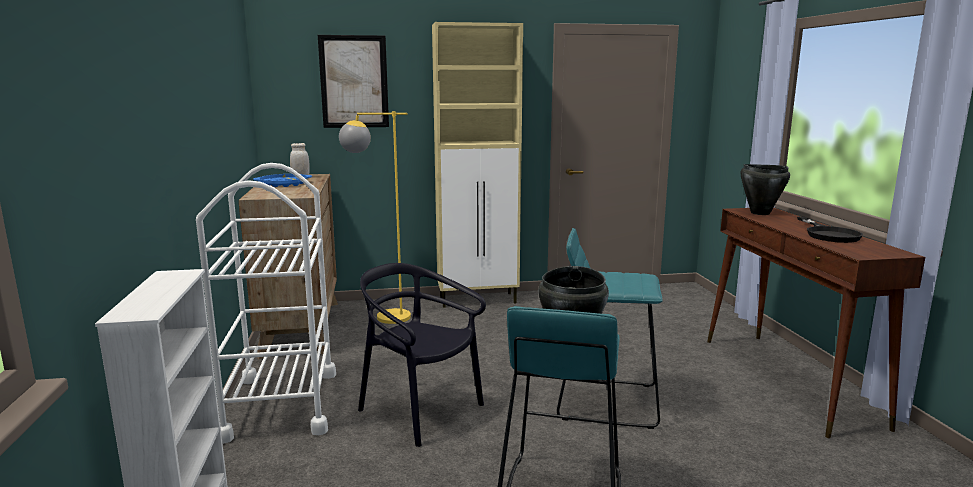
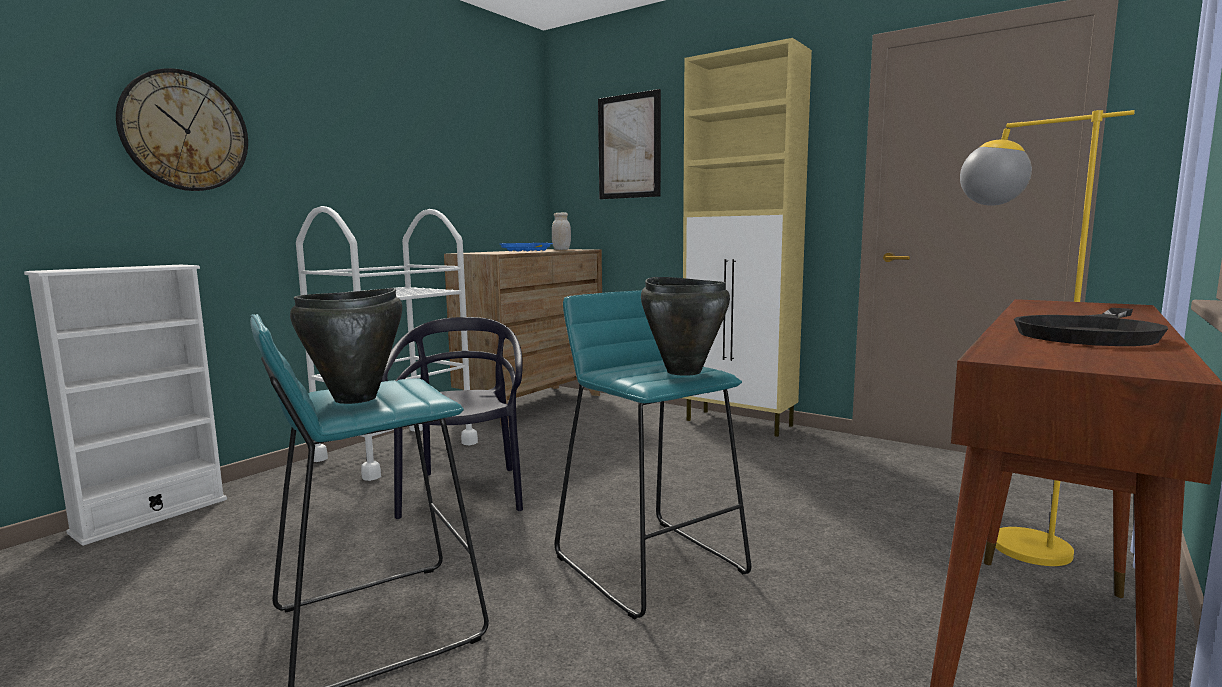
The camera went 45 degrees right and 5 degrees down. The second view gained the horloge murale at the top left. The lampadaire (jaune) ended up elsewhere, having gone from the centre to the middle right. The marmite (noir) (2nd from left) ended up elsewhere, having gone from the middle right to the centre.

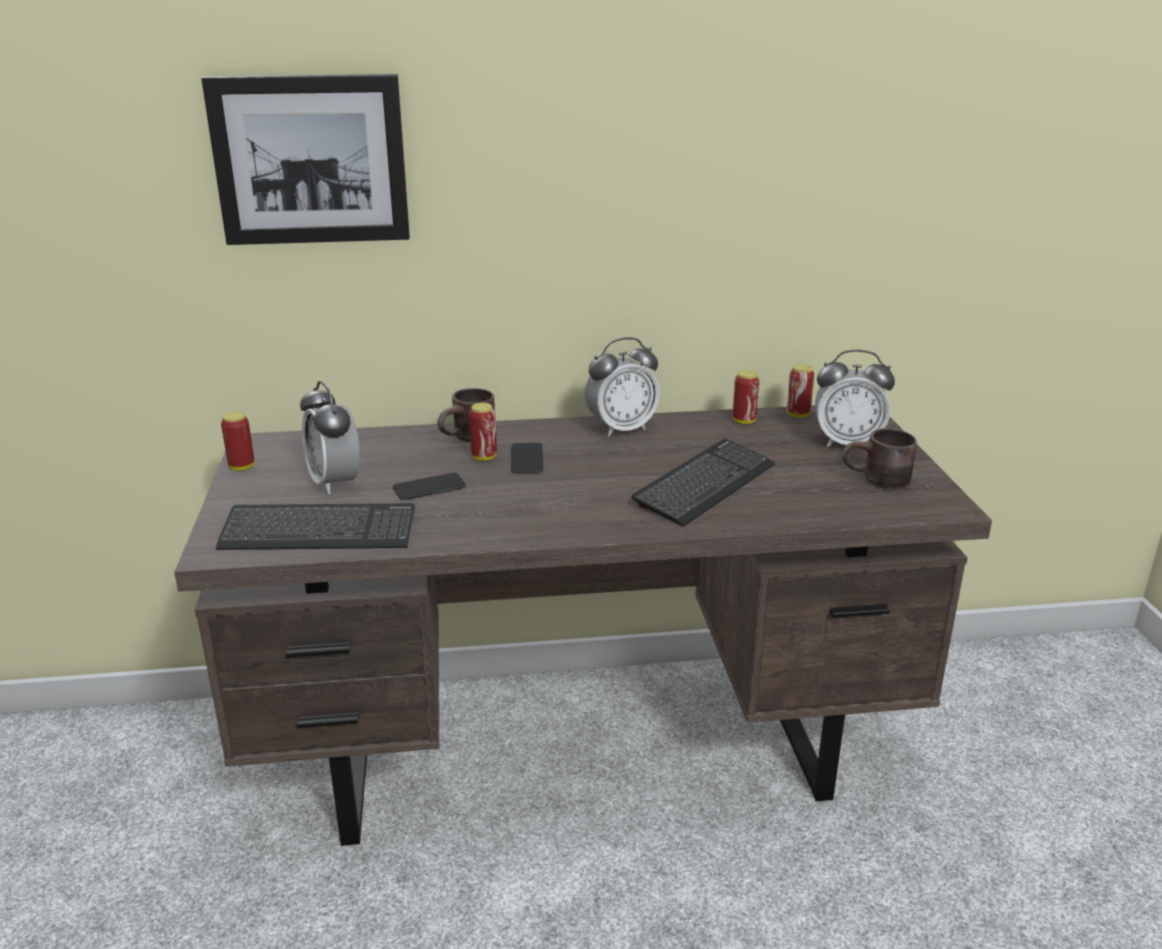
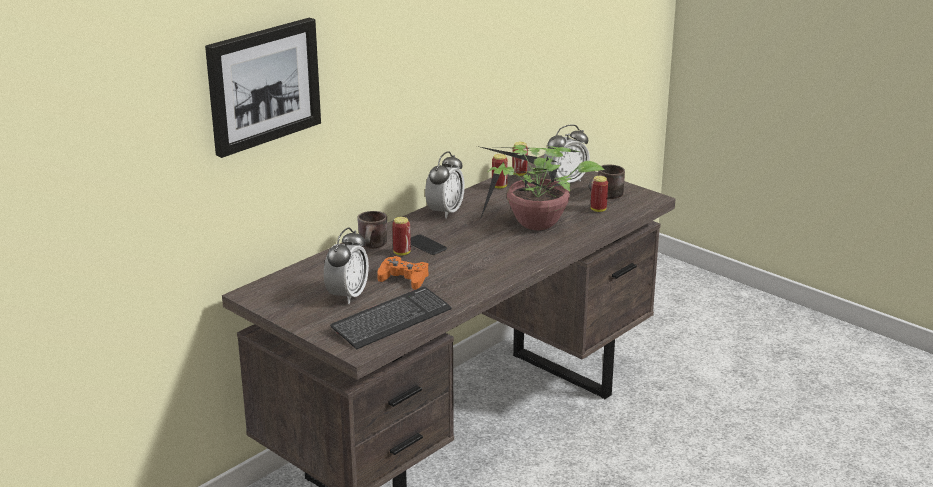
The camera went 40 degrees left and 0 degrees up. The boîte métallique (1st from left in the first image) ended up elsewhere, having gone from the middle left to the centre. Where the téléphone (1st from left) stood at the centre, the manette (orange) came to stand at the centre. Where the clavier (2nd from left) stood at the centre, the plante en pot came to stand at the centre. The réveil (1st from left) at the middle left ended up facing another way, 90 degrees counterclockwise from before.

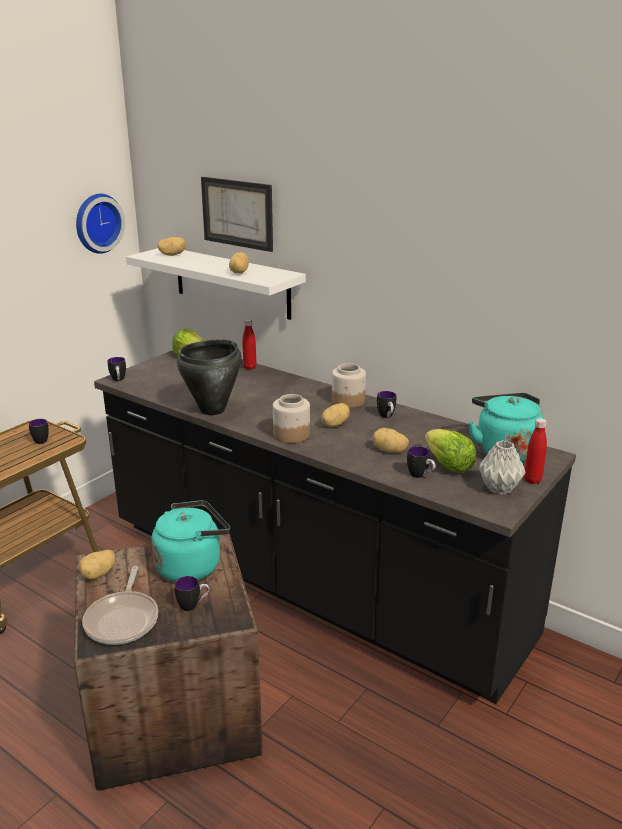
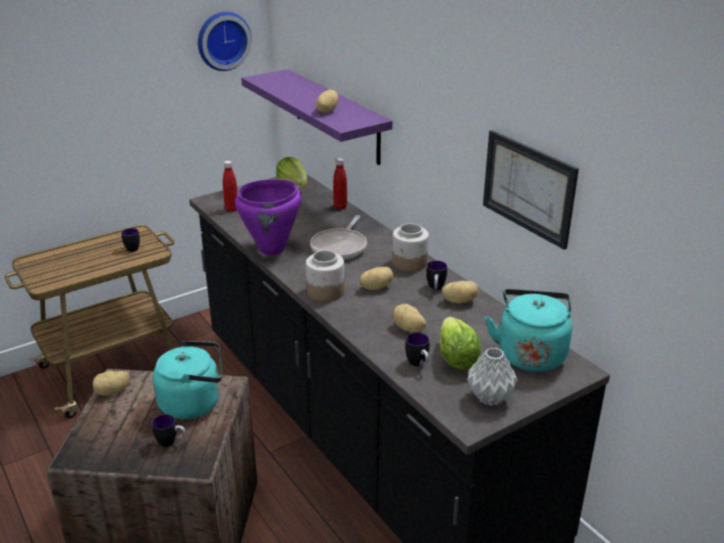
The camera went 20 degrees right and 5 degrees up. The second view lost the mug (2nd from left) at the middle left. The poêle ended up elsewhere, having gone from the bottom left to the centre. The pomme de terre (2nd from left in the first image) ended up elsewhere, having gone from the top left to the centre. The tableau ended up elsewhere, having gone from the top centre to the middle right. The bouteille (rouge) (2nd from left in the first image) ended up elsewhere, having gone from the middle right to the middle left. What was the étagère (blanc) at the centre turned into the étagère (violet) at the top centre. What was the marmite (noir) at the centre turned into the marmite (violet) at the centre.

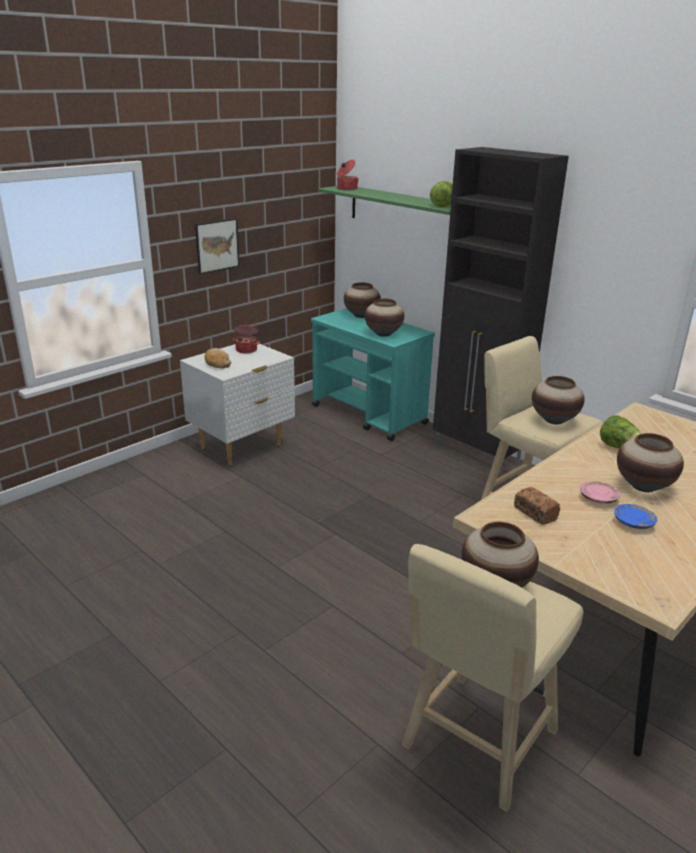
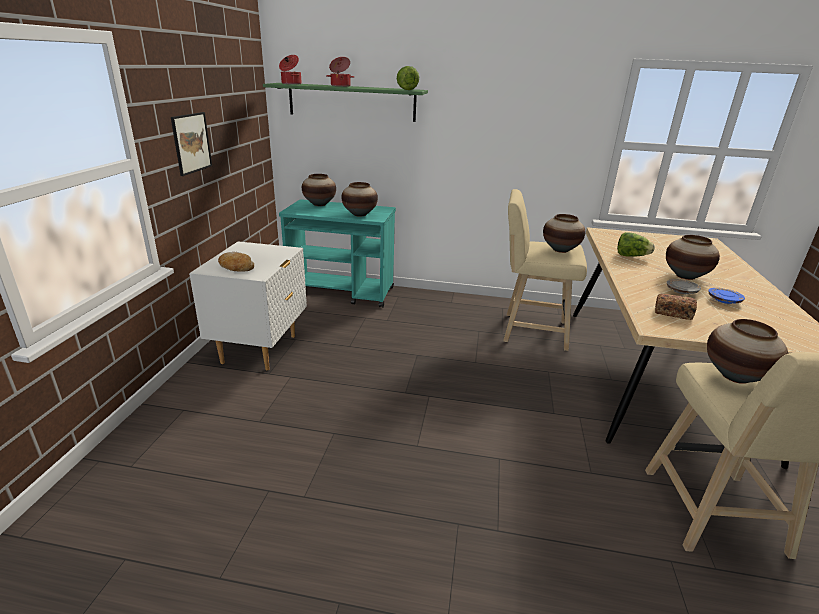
The camera went 35 degrees left and 0 degrees up. The second view lost the meuble de rangement (noir) at the middle right. The marmite (1st from left in the first image) ended up elsewhere, having gone from the centre to the top centre. What was the assiette (rose) at the middle right turned into the assiette (gris) at the middle right.

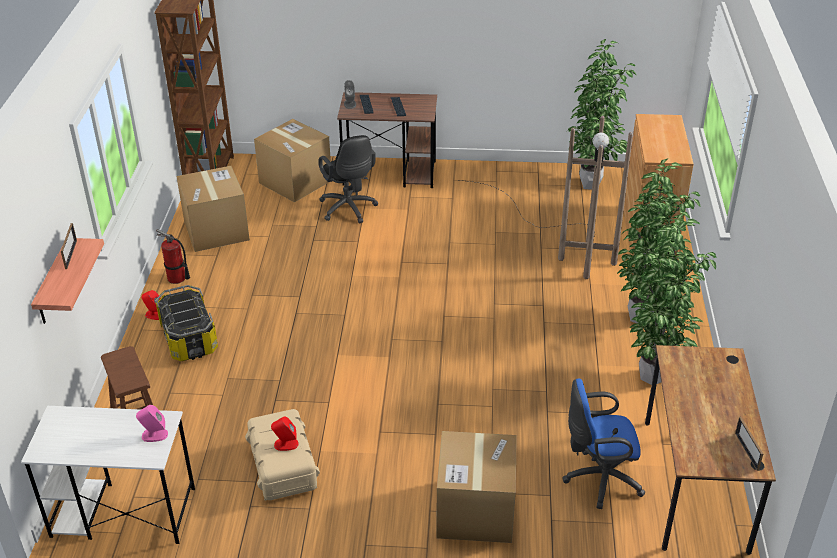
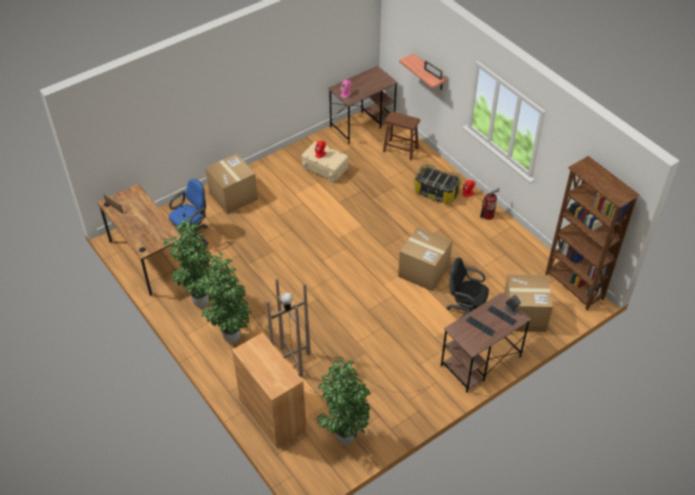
The camera went 140 degrees right and 10 degrees up. The carton (1st from left in the first image) ended up elsewhere, having gone from the middle left to the centre. What was the bureau (blanc) at the bottom left turned into the bureau (marron) (2nd from left) at the top centre.

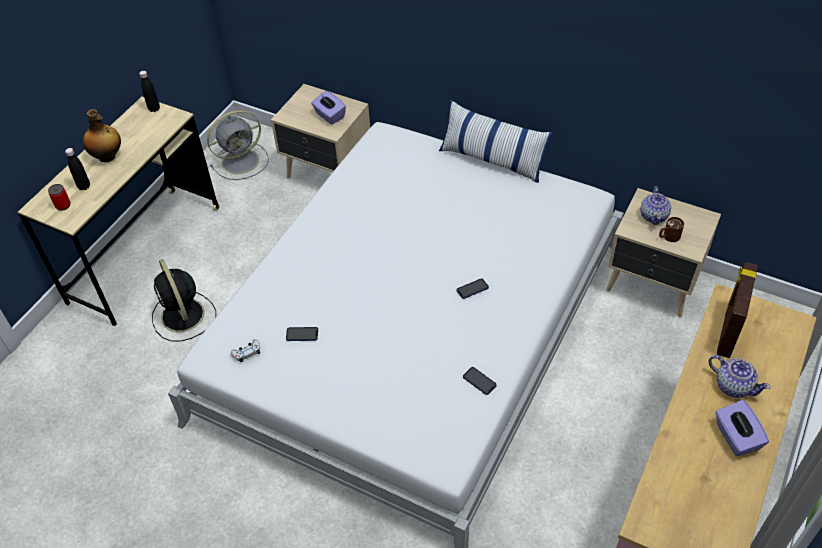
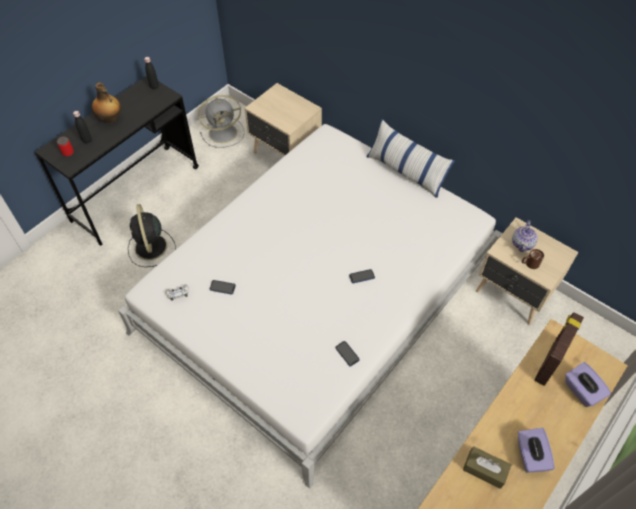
The camera went 10 degrees right and 5 degrees up. The second view lost the théière (2nd from left) at the bottom right. The second view gained the boîte à mouchoirs (marron) at the bottom right. The boîte à mouchoirs (violet) (1st from left in the first image) ended up elsewhere, having gone from the top centre to the bottom right. What was the bureau (beige) at the middle left turned into the bureau (noir) at the top left.

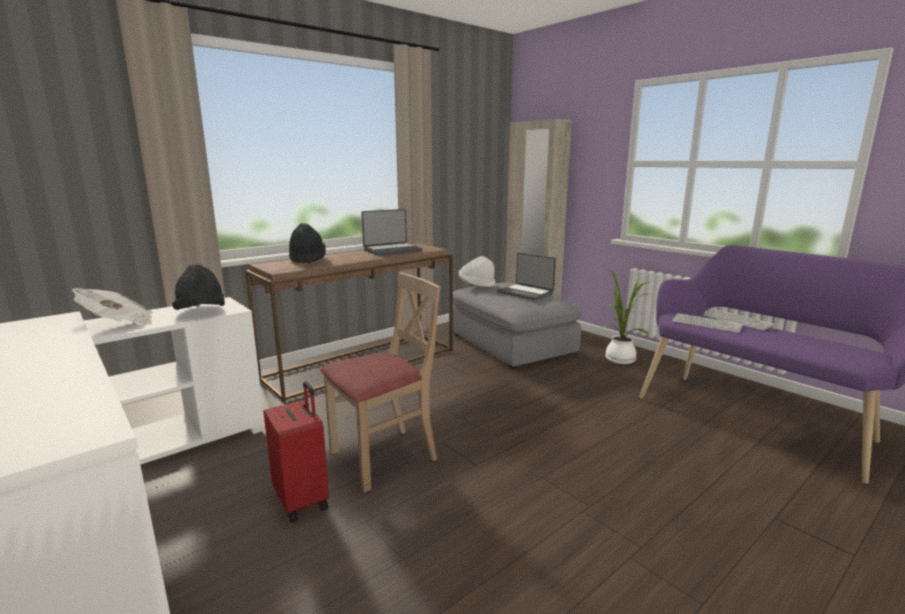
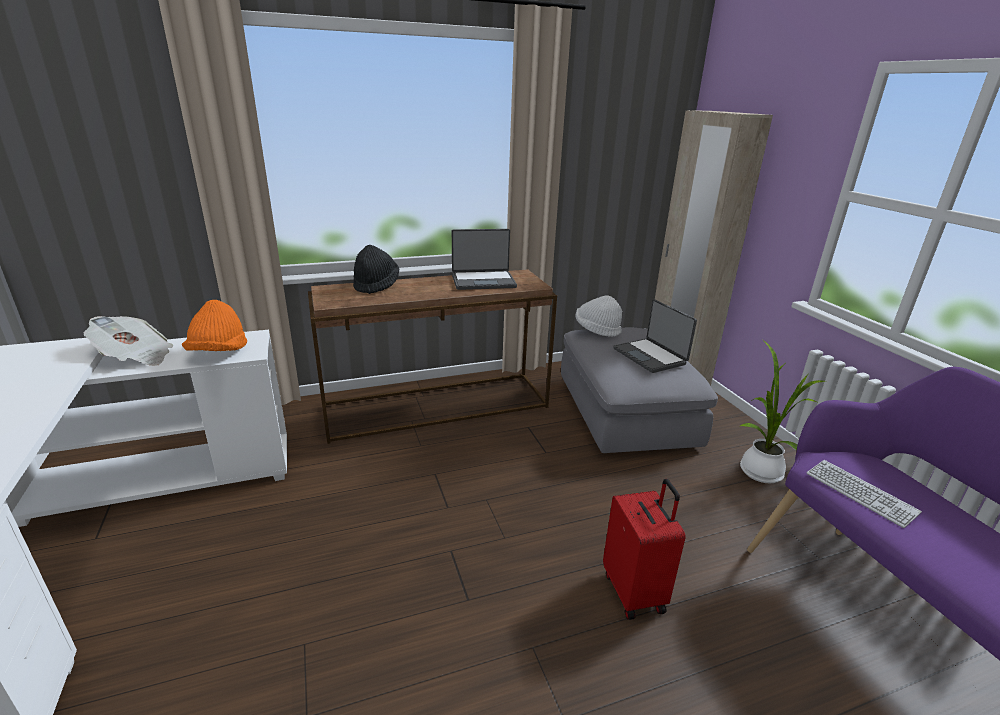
The camera went 20 degrees right and 10 degrees up. The second view lost the chaise (beige) at the centre. The second view lost the clavier (2nd from left) at the middle right. The valise (rouge) ended up elsewhere, having gone from the bottom left to the bottom centre. What was the chapeau (noir) (1st from left) at the middle left turned into the chapeau (orange) at the middle left.

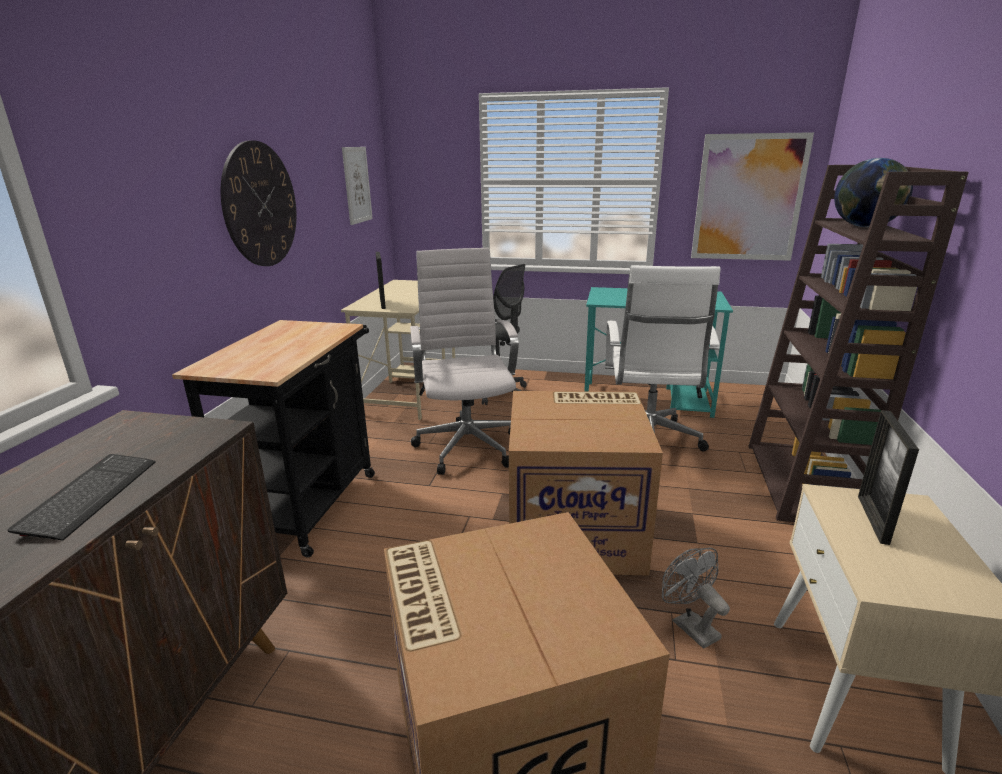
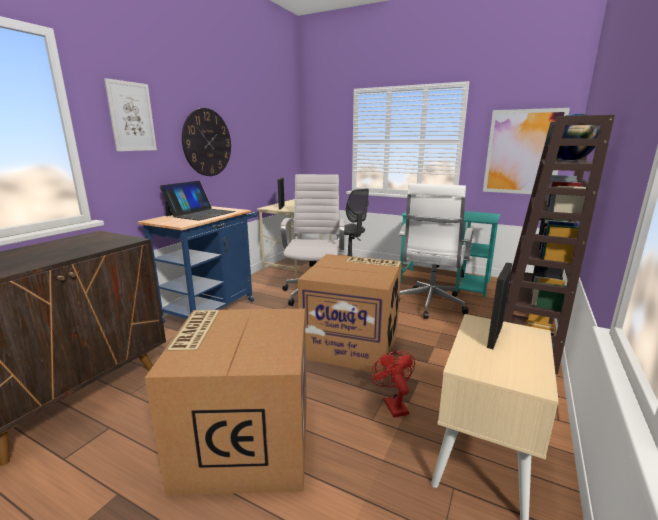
The camera went 15 degrees right and 5 degrees down. The second view lost the clavier at the middle left. The second view gained the ordinateur portable at the middle left. The tableau (1st from left) ended up elsewhere, having gone from the top centre to the top left. What was the chariot (noir) at the middle left turned into the chariot (bleu) at the middle left. What was the ventilateur (gris) at the bottom right turned into the ventilateur (rouge) at the bottom centre.

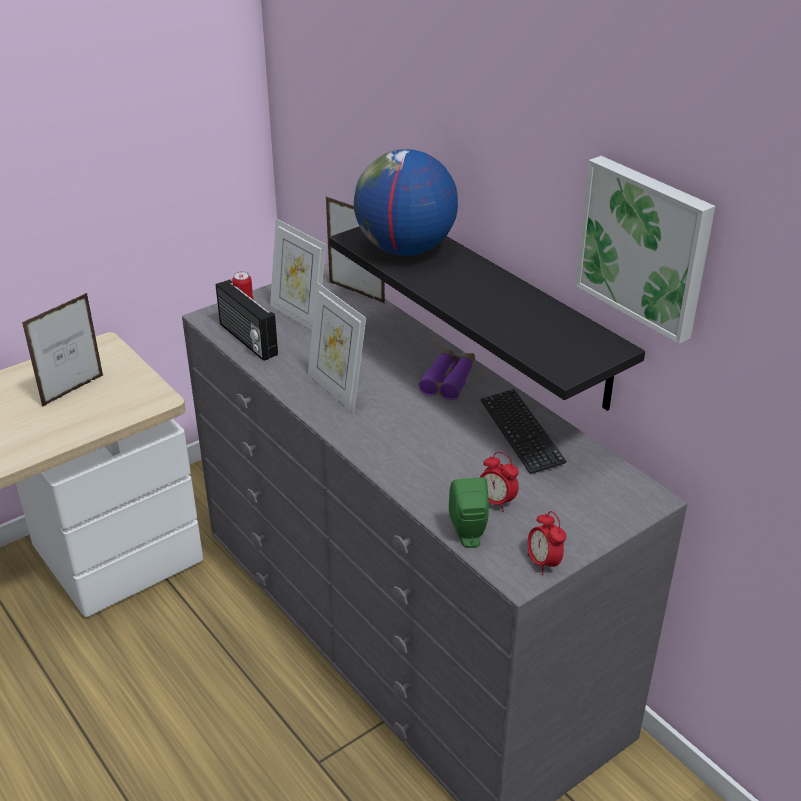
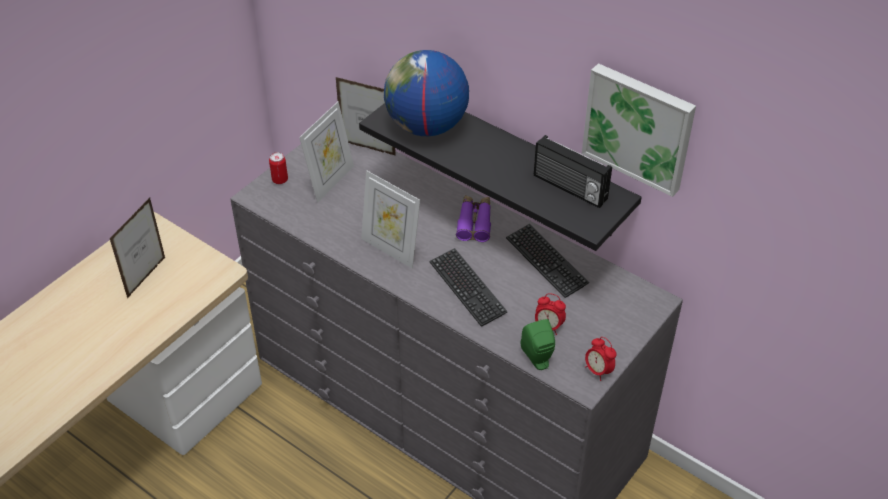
The camera went 15 degrees left and 10 degrees up. The second view gained the clavier (1st from left) at the centre. The radio ended up elsewhere, having gone from the middle left to the centre. The cadre photo (2nd from left) at the centre ended up facing another way, 90 degrees counterclockwise from before.

